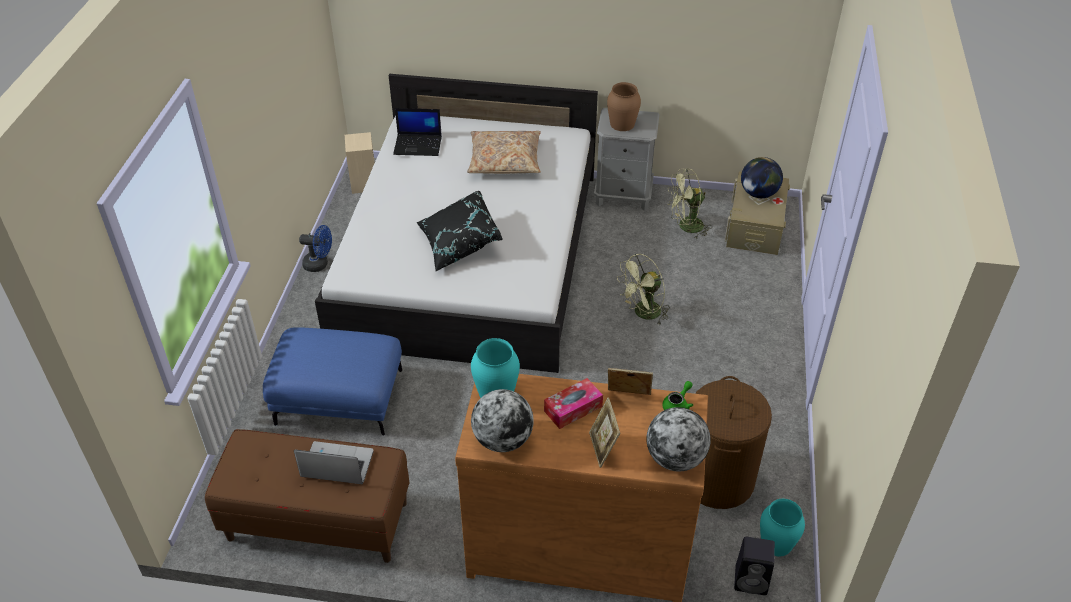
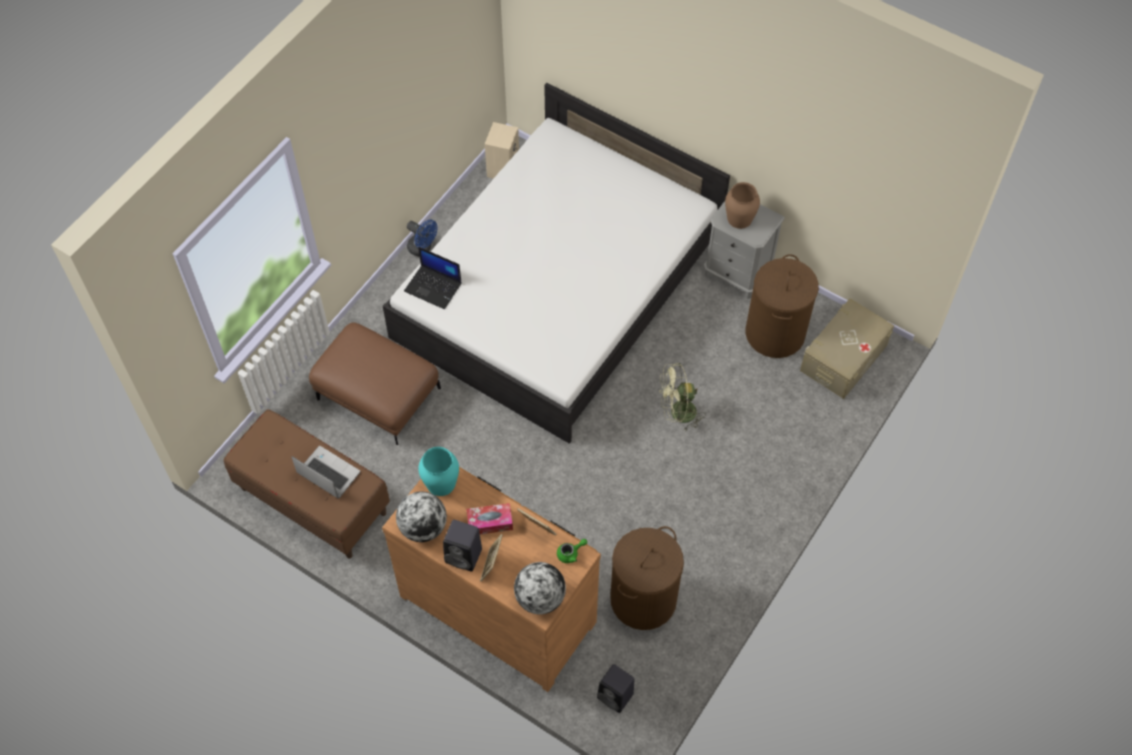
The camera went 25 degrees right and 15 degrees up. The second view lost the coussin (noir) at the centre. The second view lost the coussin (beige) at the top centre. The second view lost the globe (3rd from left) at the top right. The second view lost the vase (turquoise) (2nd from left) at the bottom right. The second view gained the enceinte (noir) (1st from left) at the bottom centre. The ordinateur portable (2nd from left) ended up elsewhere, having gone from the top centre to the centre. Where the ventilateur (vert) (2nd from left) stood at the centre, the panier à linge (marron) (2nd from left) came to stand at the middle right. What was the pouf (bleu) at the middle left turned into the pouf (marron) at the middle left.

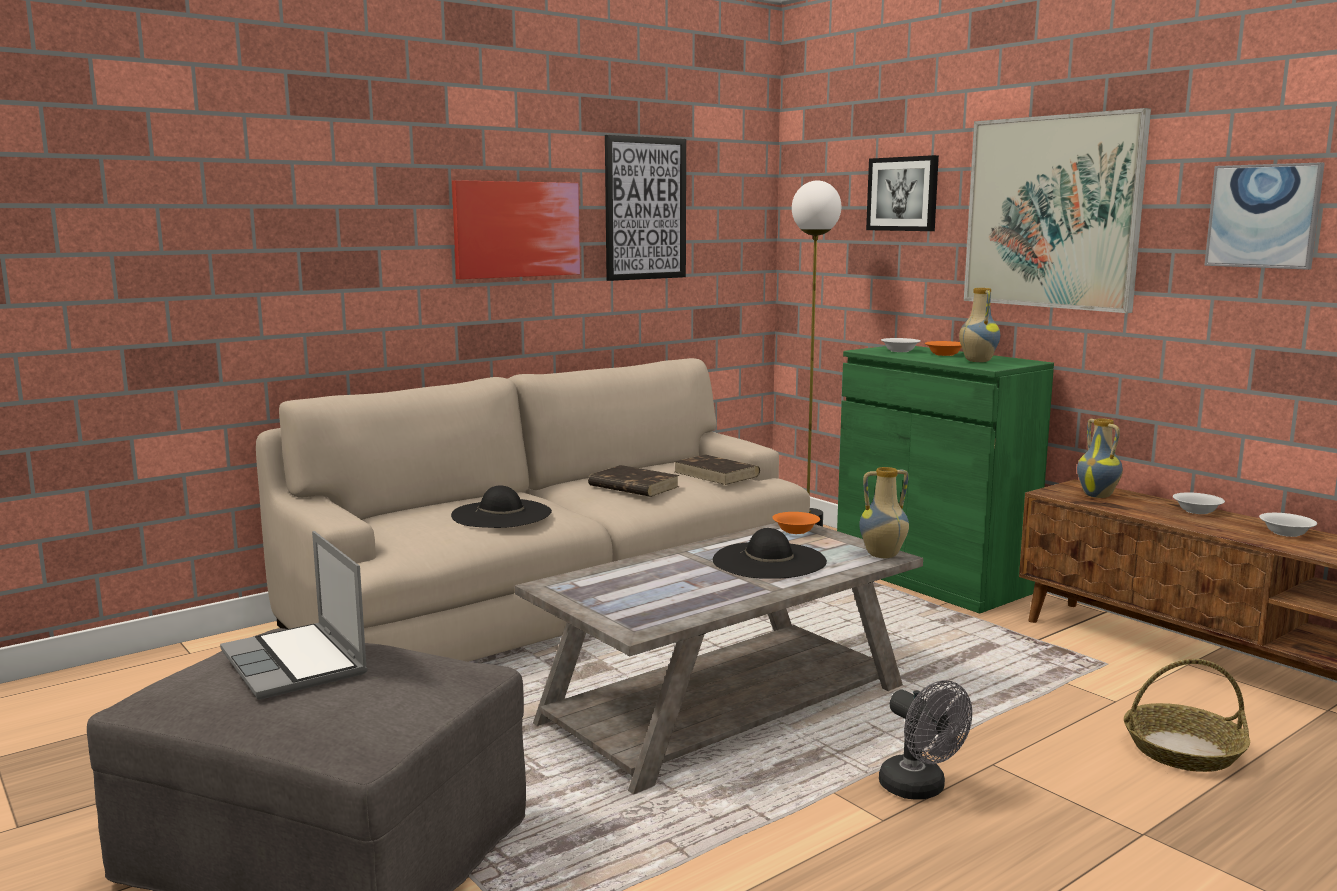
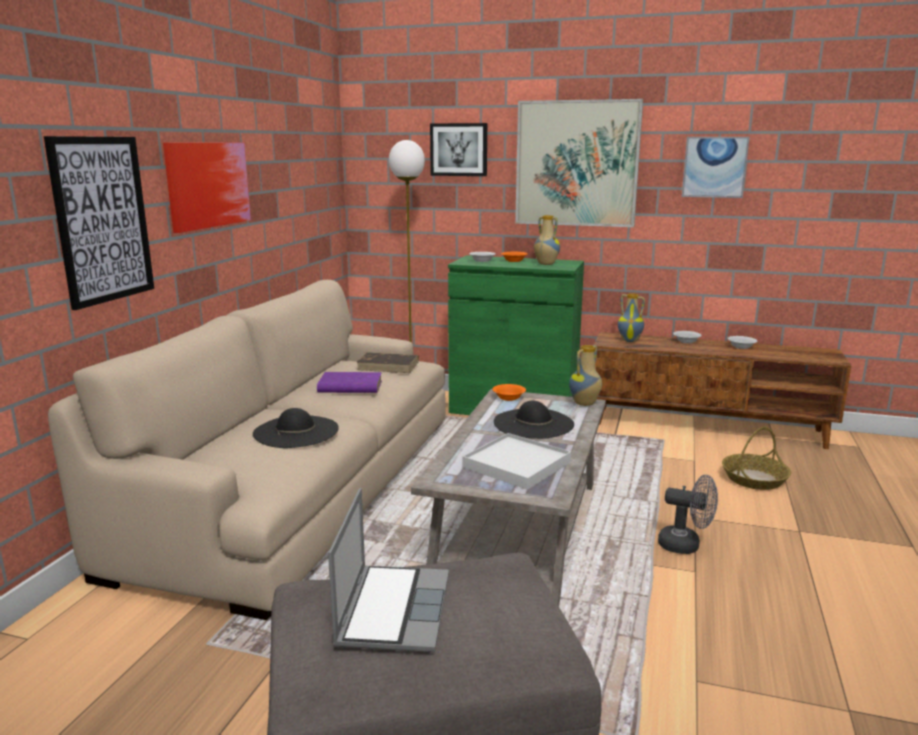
The camera went 35 degrees left and 5 degrees up. The second view gained the plateau (blanc) at the centre. The tableau (2nd from left in the first image) ended up elsewhere, having gone from the top centre to the top left. What was the livre (marron) (1st from left) at the centre turned into the livre (violet) at the centre. The ordinateur portable at the bottom left ended up facing another way, 105 degrees counterclockwise from before.

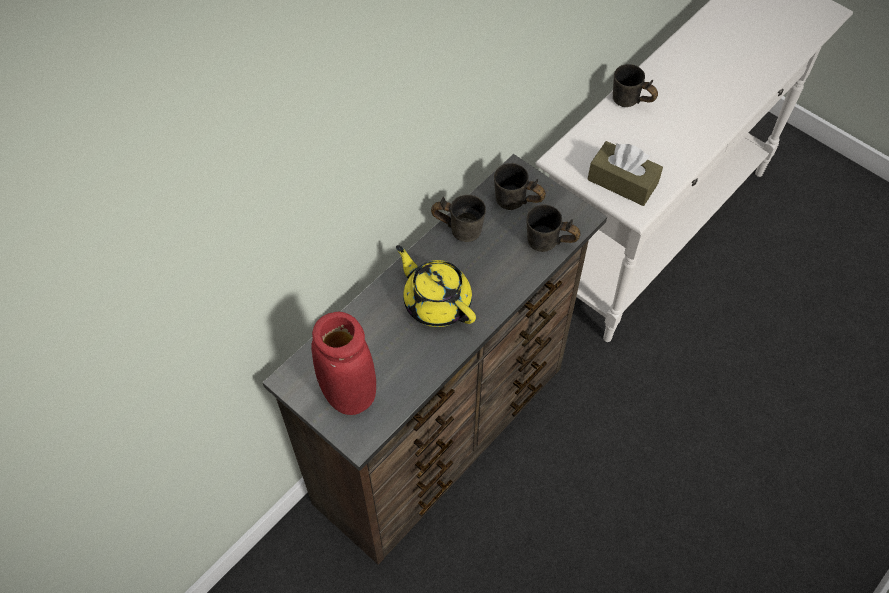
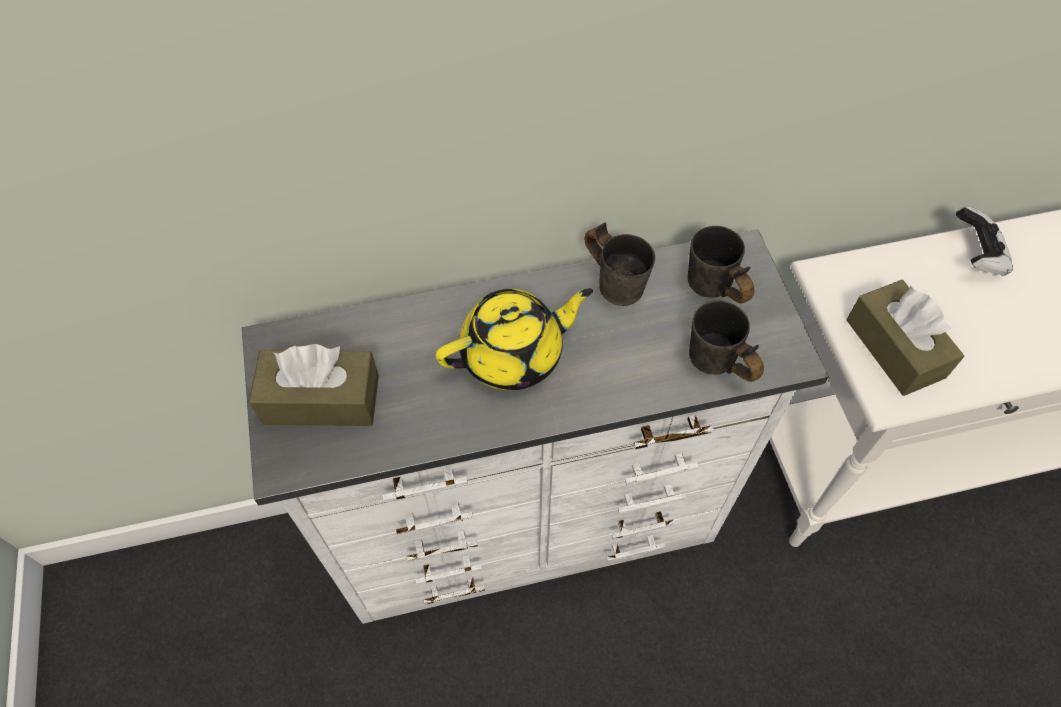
The camera went 35 degrees right and 0 degrees up. Where the vase (rouge) stood at the centre, the boîte à mouchoirs (marron) (1st from left) came to stand at the middle left. Where the mug (gris) (4th from left) stood at the top right, the manette came to stand at the middle right. What was the commode (marron) at the centre turned into the commode (blanc) at the centre. The théière (jaune) at the centre ended up facing another way, 75 degrees clockwise from before.

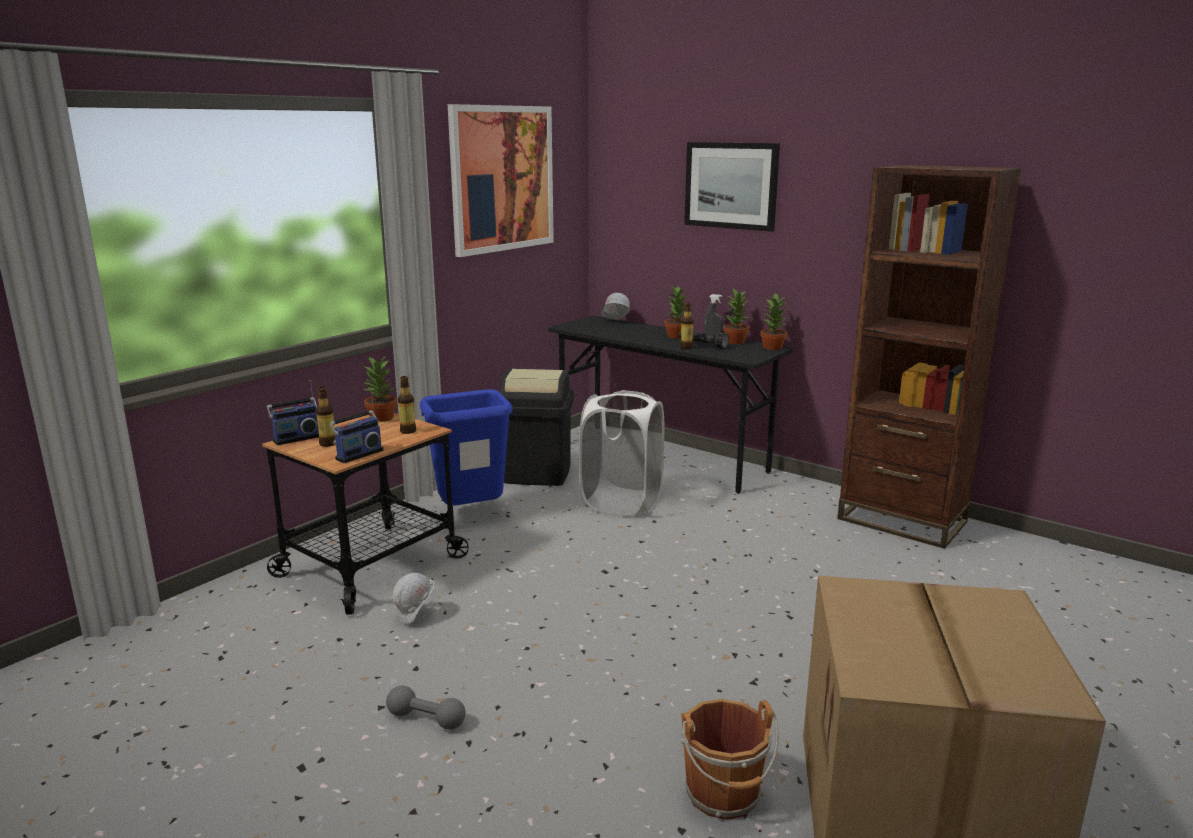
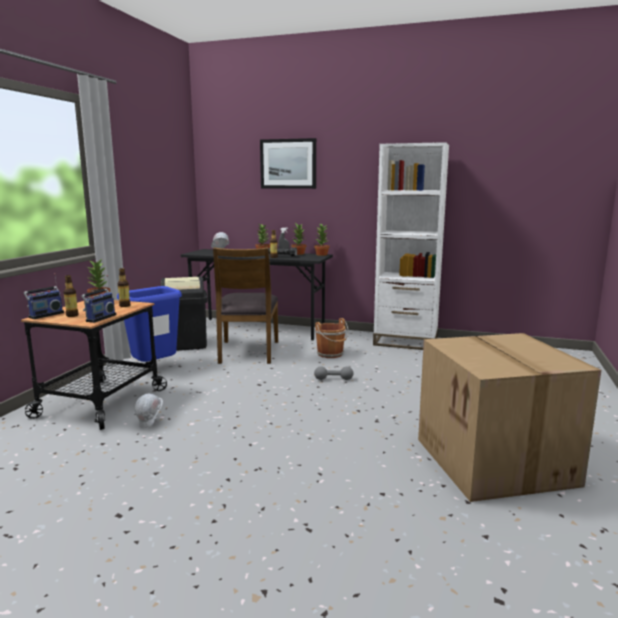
The camera went 20 degrees left and 5 degrees down. The second view lost the tableau (1st from left) at the top centre. The haltère (gris) ended up elsewhere, having gone from the bottom centre to the centre. The seau (marron) ended up elsewhere, having gone from the bottom centre to the centre. Where the panier à linge (blanc) stood at the centre, the chaise (marron) came to stand at the centre. What was the bibliothèque (marron) at the middle right turned into the bibliothèque (blanc) at the centre.

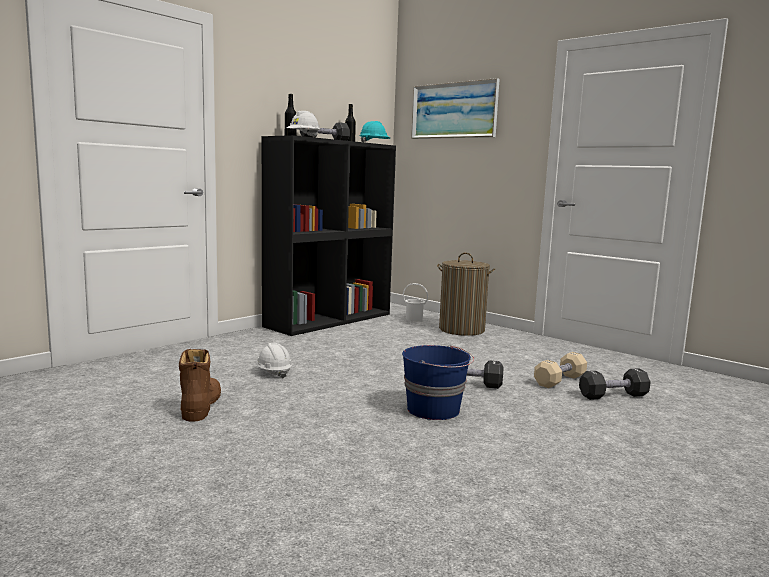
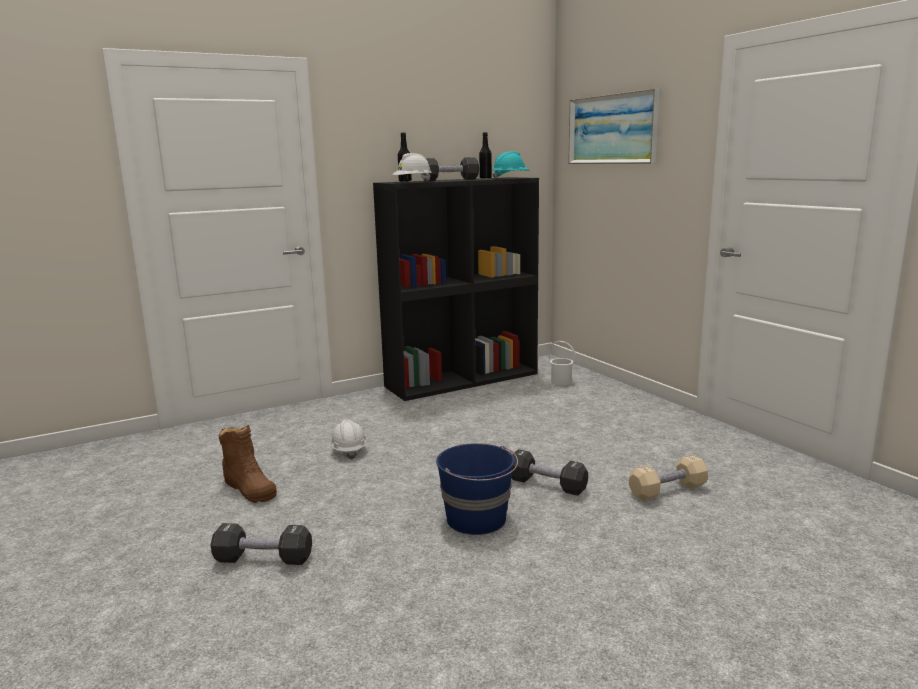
The camera went 20 degrees right and 5 degrees up. The second view lost the panier à linge at the centre. The haltère (noir) (3rd from left in the first image) ended up elsewhere, having gone from the middle right to the bottom left. The botte (marron) at the bottom left ended up facing another way, 120 degrees clockwise from before.

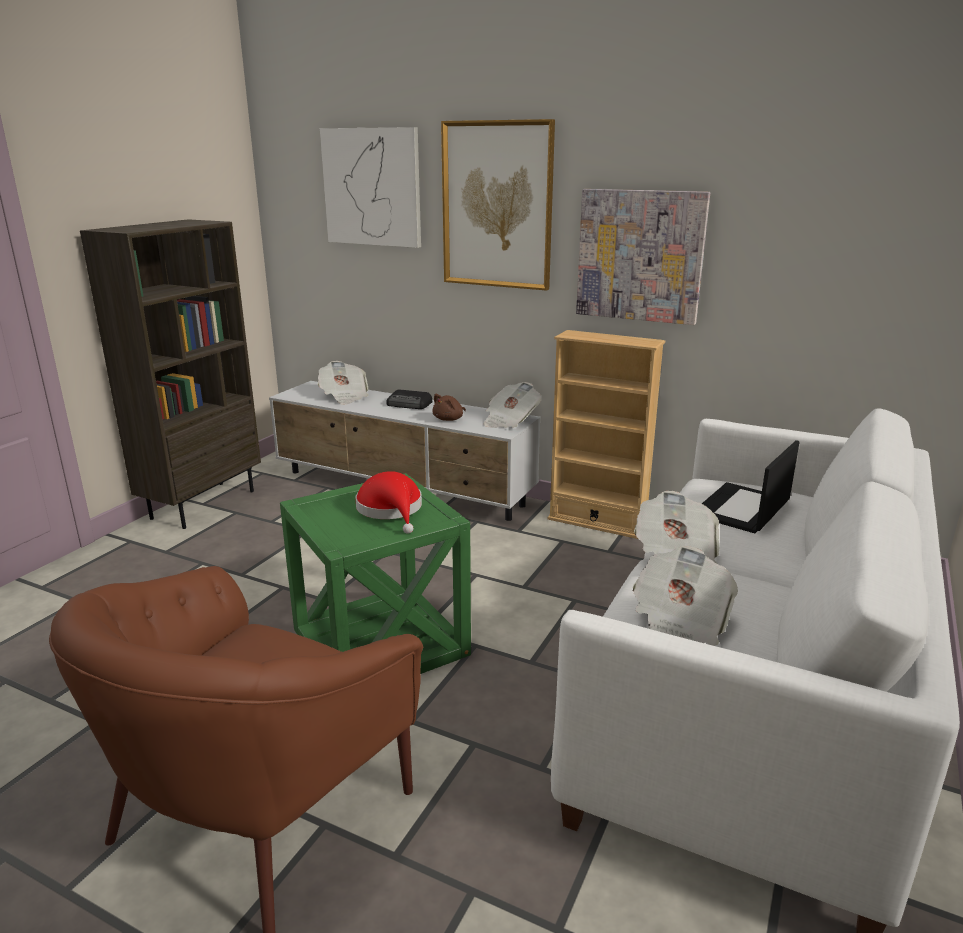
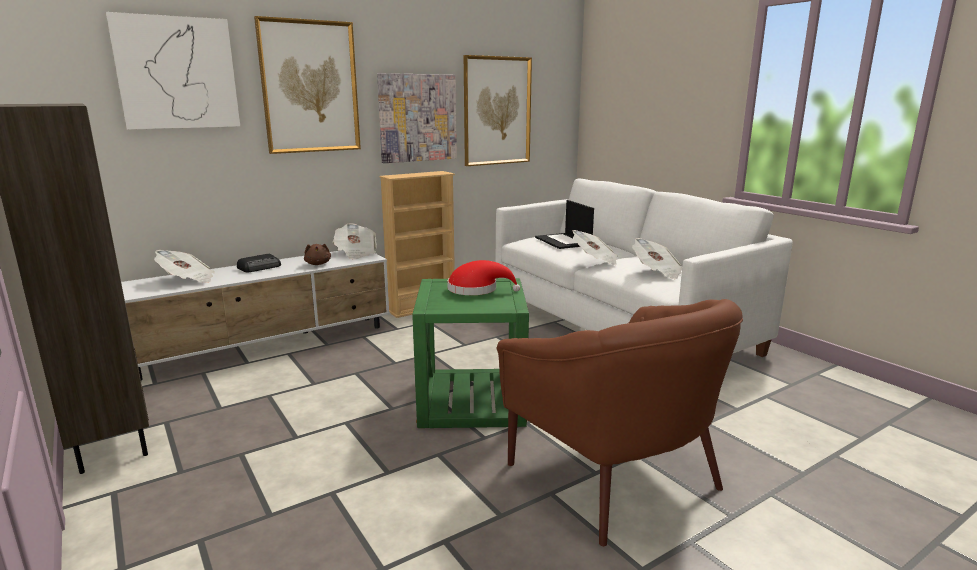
The camera went 60 degrees left and 5 degrees down. The second view gained the tableau (4th from left) at the top centre.

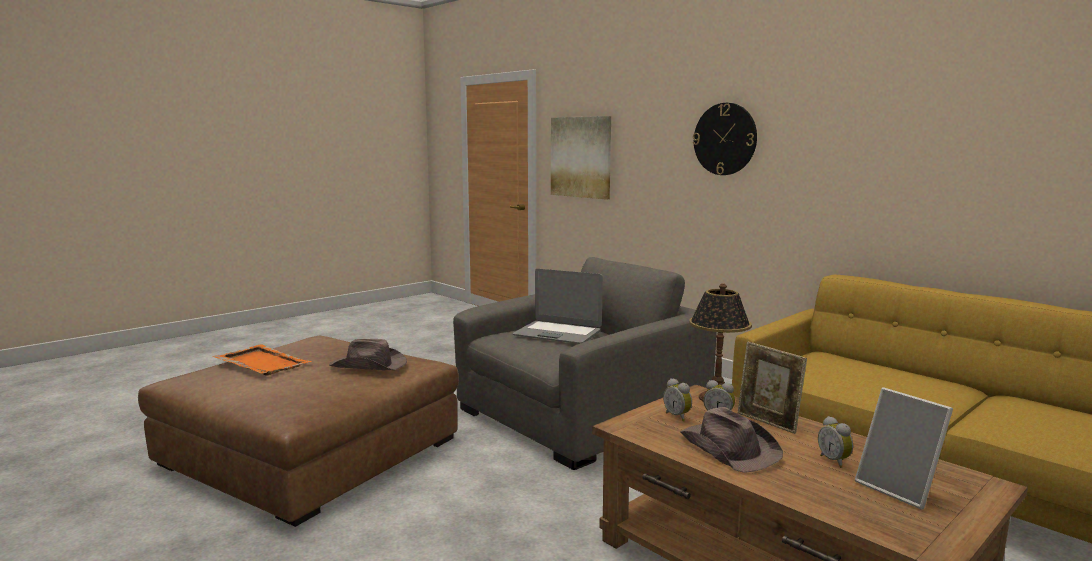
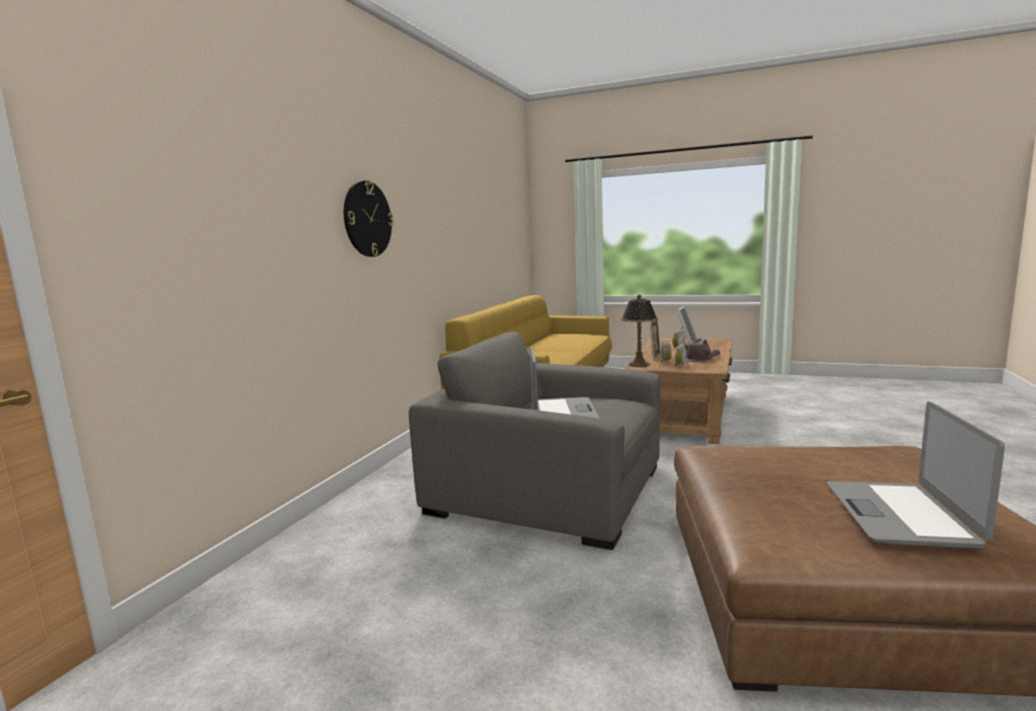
The camera went 115 degrees left and 0 degrees up. The second view lost the chapeau (marron) (1st from left) at the centre. The second view lost the tableau at the top centre. Where the plateau (orange) stood at the middle left, the ordinateur portable (2nd from left) came to stand at the bottom right.

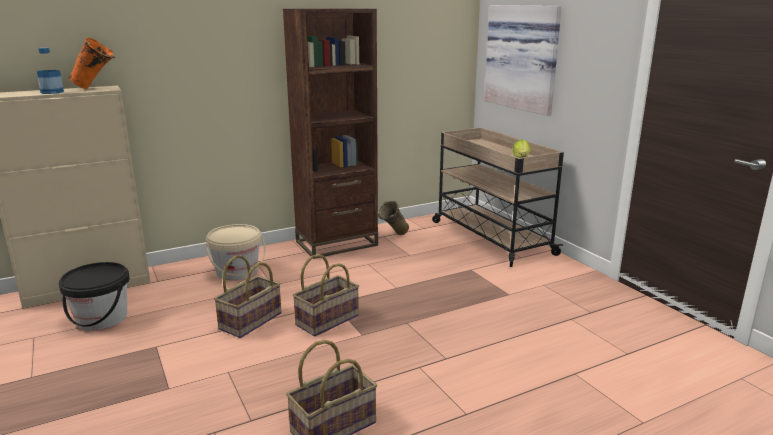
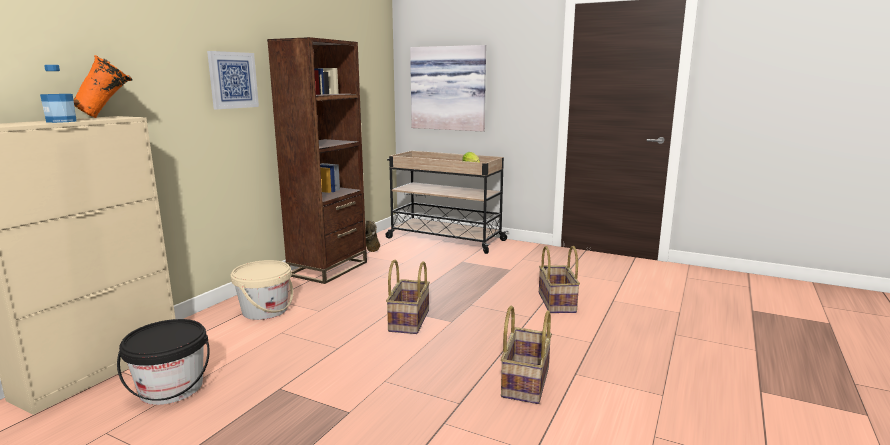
The camera went 35 degrees left and 5 degrees down. The second view gained the tableau (1st from left) at the top left. The panier (1st from left in the first image) ended up elsewhere, having gone from the bottom left to the centre.

